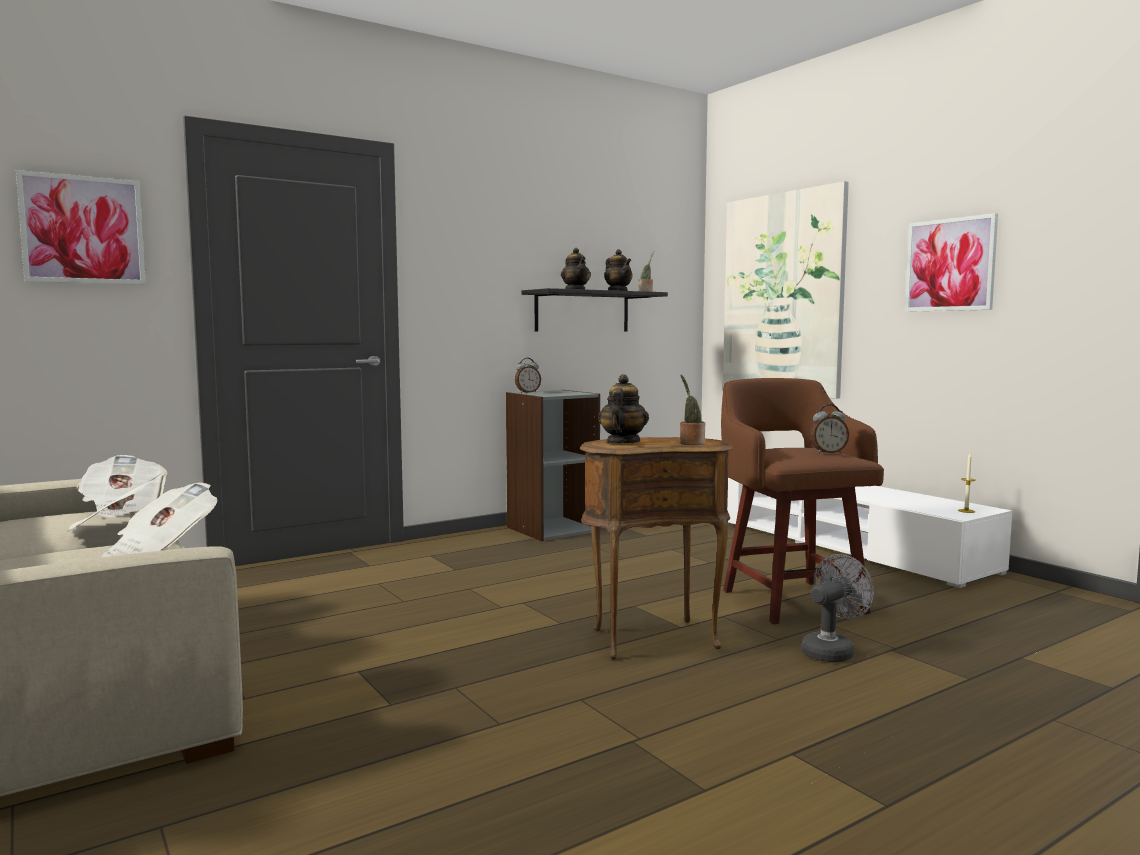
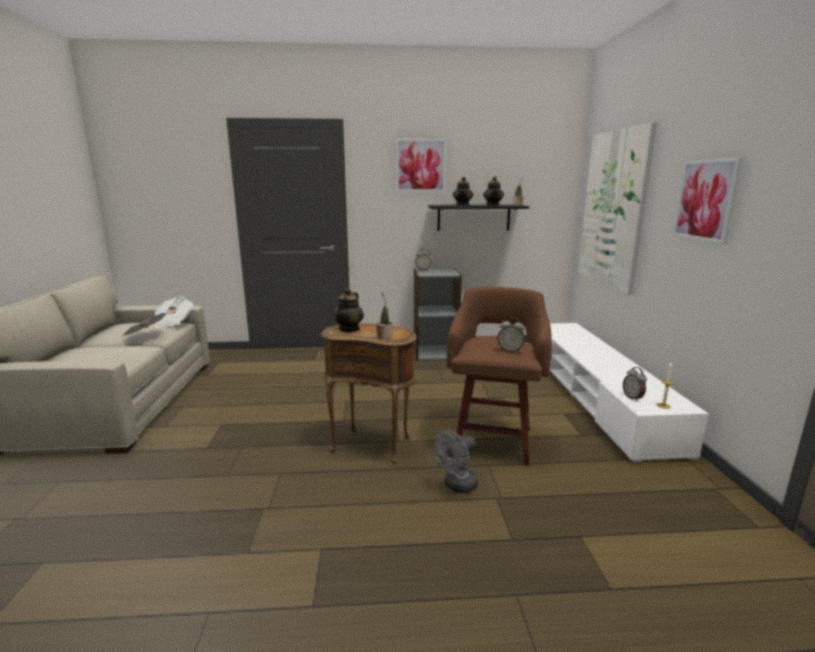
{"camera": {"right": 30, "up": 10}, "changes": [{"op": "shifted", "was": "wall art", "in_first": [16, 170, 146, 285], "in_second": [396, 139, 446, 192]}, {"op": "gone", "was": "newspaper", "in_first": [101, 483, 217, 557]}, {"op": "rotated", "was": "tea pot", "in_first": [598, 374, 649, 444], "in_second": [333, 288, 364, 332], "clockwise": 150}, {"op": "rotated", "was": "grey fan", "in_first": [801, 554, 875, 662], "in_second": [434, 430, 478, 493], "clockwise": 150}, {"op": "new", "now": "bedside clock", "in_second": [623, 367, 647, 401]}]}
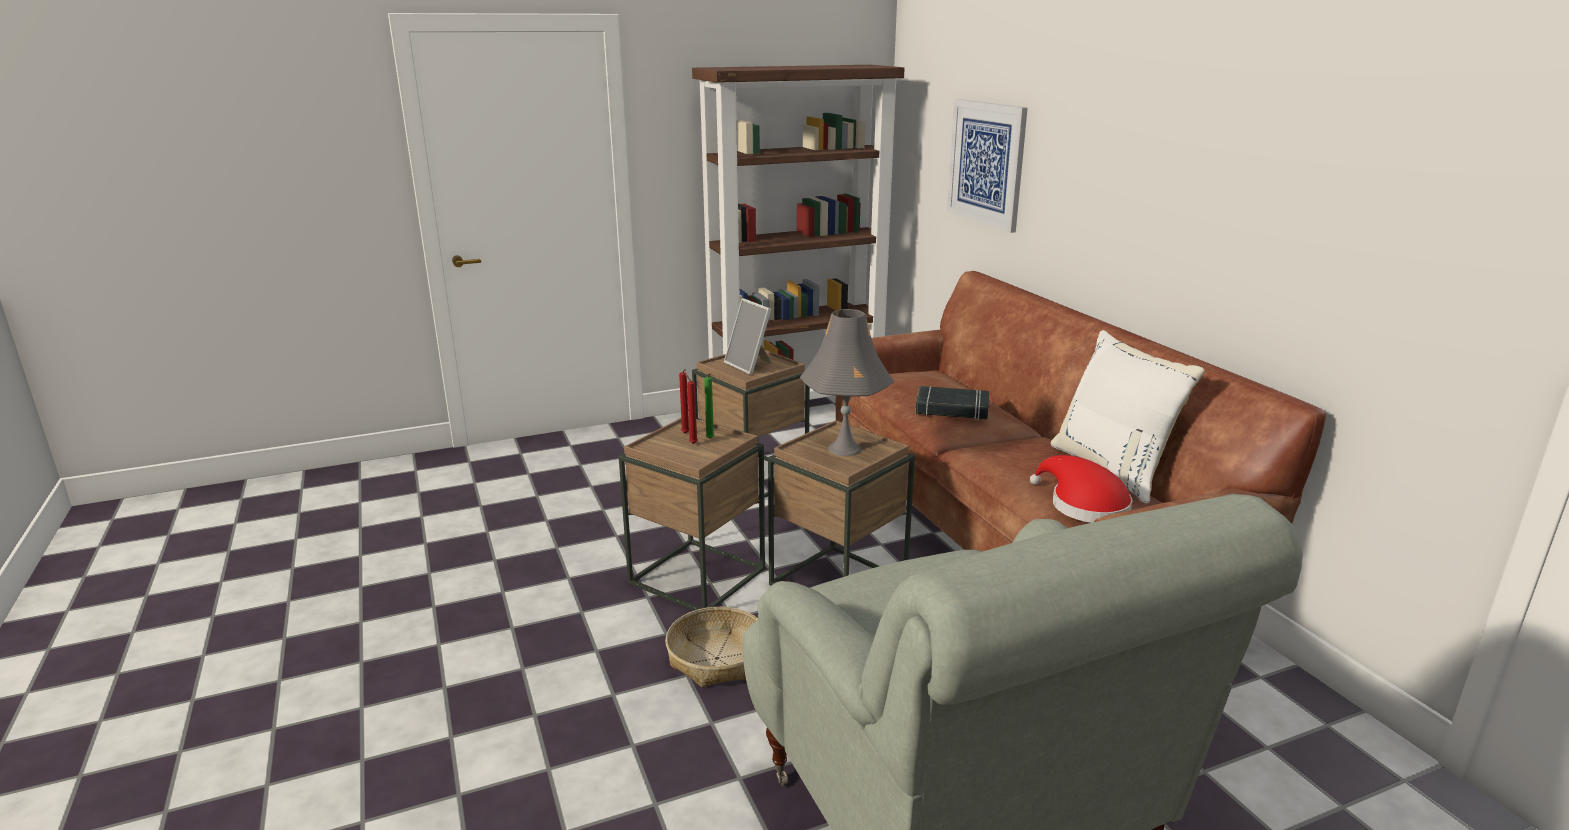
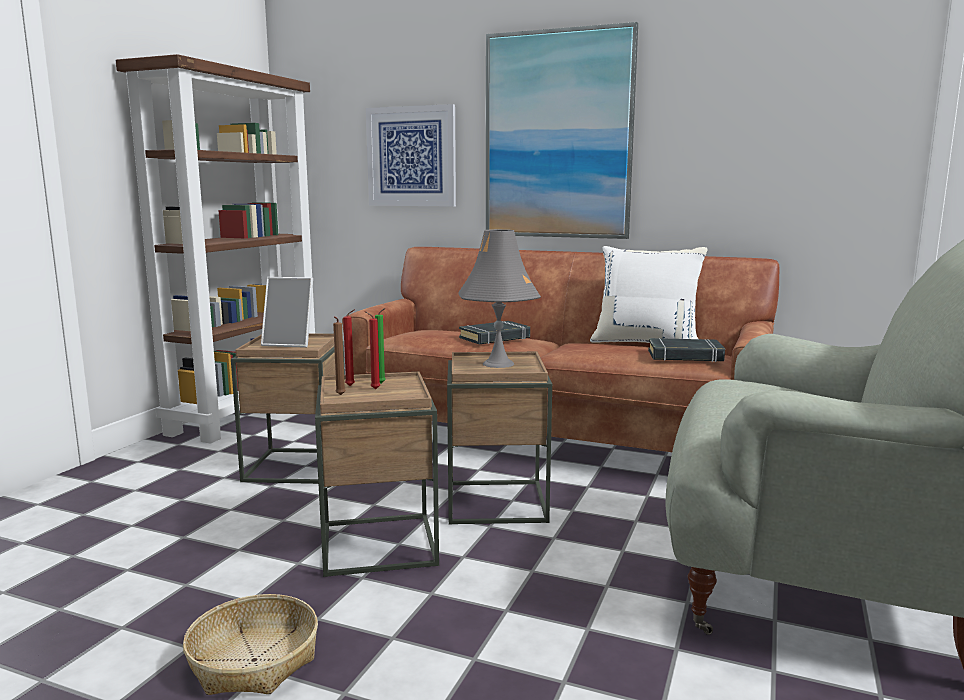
{"camera": {"right": -45, "up": -10}, "changes": [{"op": "shifted", "was": "basket", "in_first": [665, 607, 758, 688], "in_second": [183, 594, 318, 695]}, {"op": "swapped", "was": "red-coloured clothing hat", "now": "black-coloured book", "in_first": [1030, 455, 1133, 523], "in_second": [648, 338, 725, 362]}, {"op": "new", "now": "brown-coloured wax candle", "in_second": [333, 316, 346, 395]}, {"op": "new", "now": "wall art", "in_second": [486, 22, 638, 239]}]}
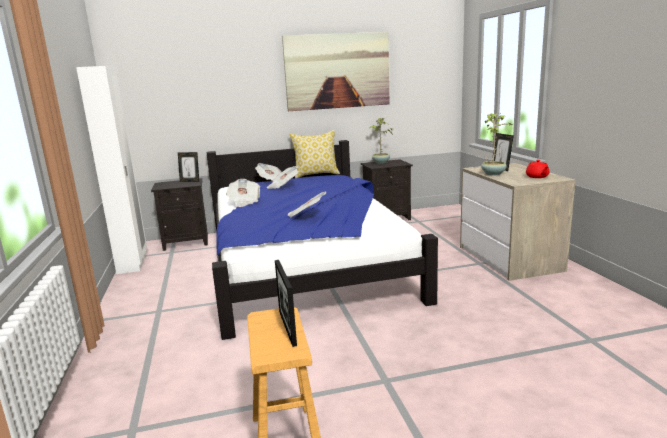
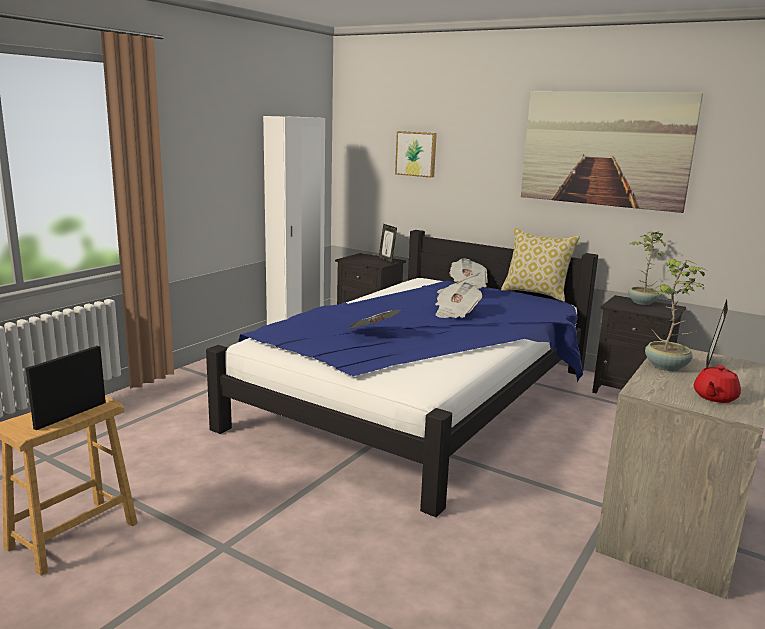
{"camera": {"right": 45, "up": 0}, "changes": [{"op": "shifted", "was": "newspaper", "in_first": [226, 179, 260, 207], "in_second": [435, 282, 482, 318]}, {"op": "new", "now": "wall art", "in_second": [395, 131, 437, 178]}]}
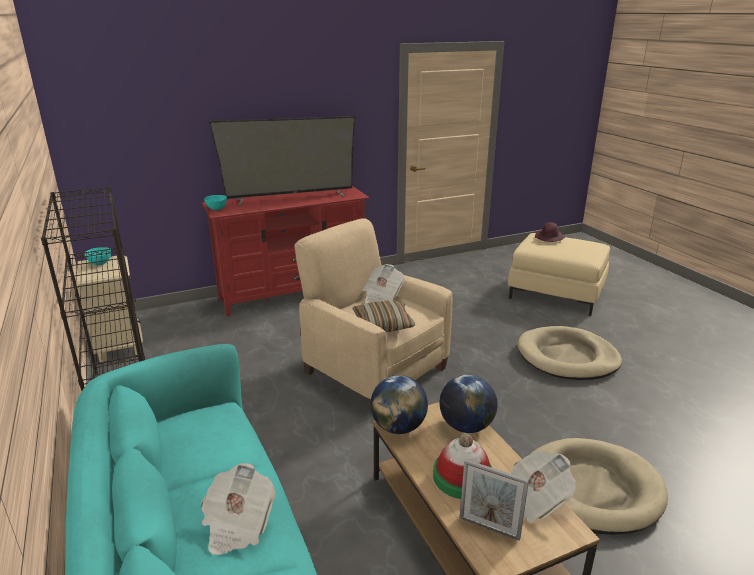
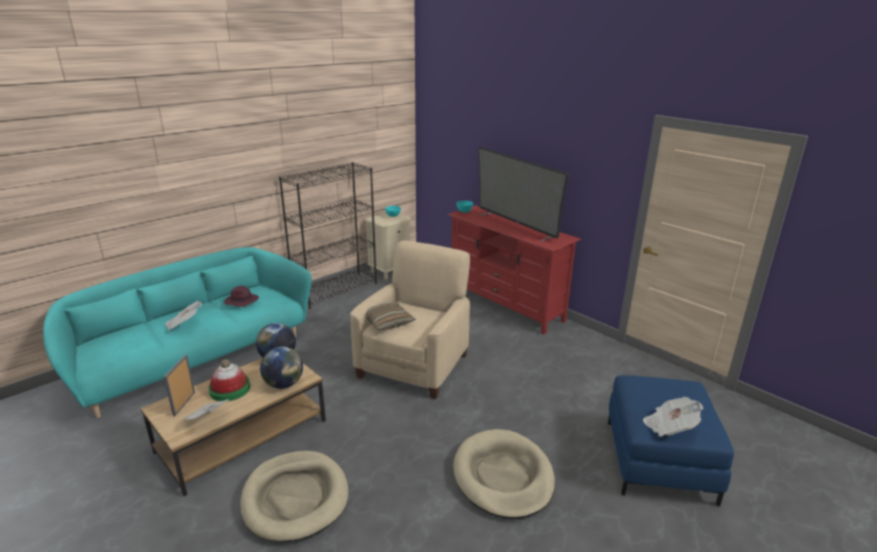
{"camera": {"right": 70, "up": 0}, "changes": [{"op": "shifted", "was": "newspaper", "in_first": [363, 264, 405, 303], "in_second": [643, 397, 703, 437]}, {"op": "repainted", "was": "beige ottoman", "now": "bluish ottoman", "in_first": [508, 233, 610, 316], "in_second": [608, 375, 734, 506]}, {"op": "shifted", "was": "purple clothing hat", "in_first": [535, 222, 565, 242], "in_second": [224, 286, 259, 307]}]}
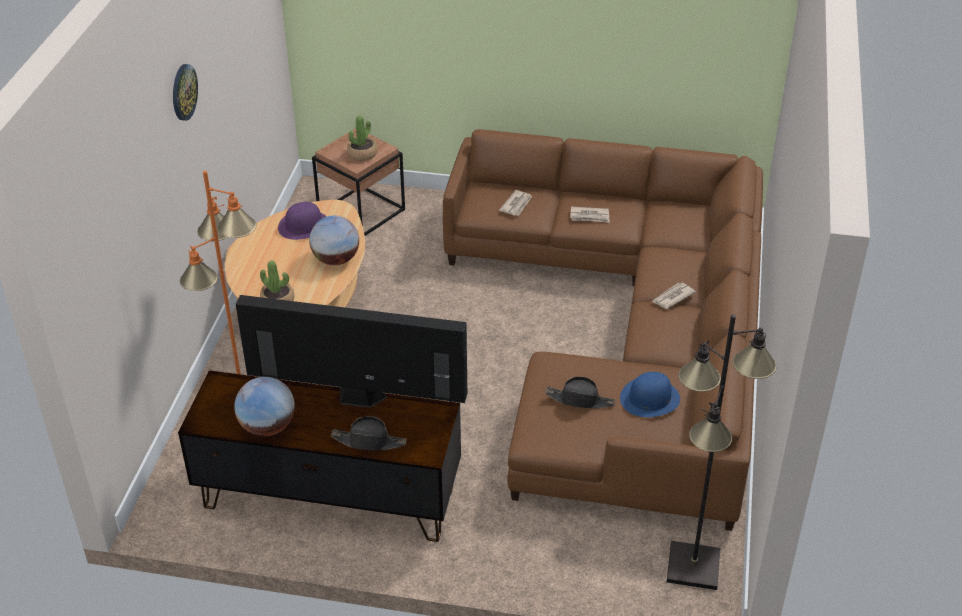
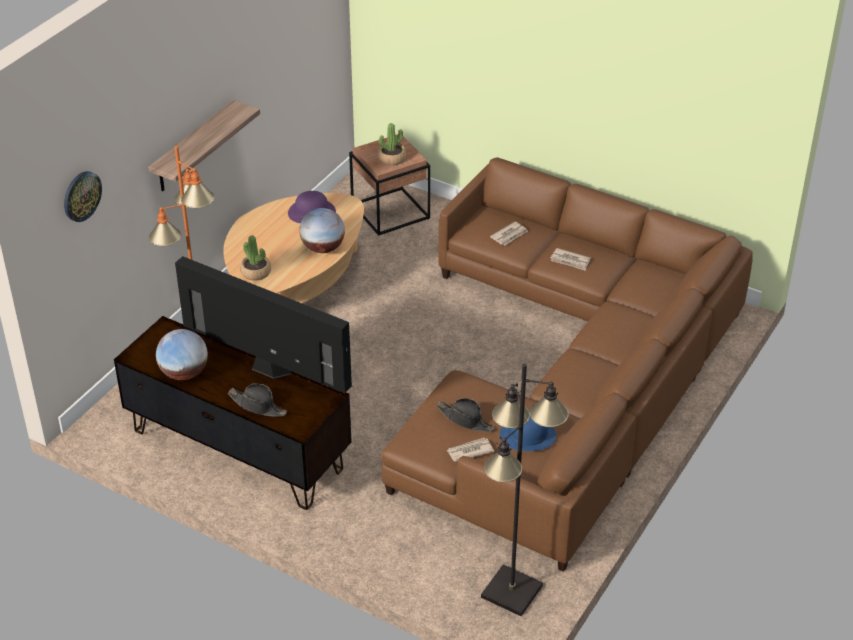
{"camera": {"right": 20, "up": 0}, "changes": [{"op": "shifted", "was": "wall clock", "in_first": [173, 64, 198, 121], "in_second": [64, 171, 102, 222]}, {"op": "shifted", "was": "newspaper", "in_first": [652, 283, 696, 309], "in_second": [446, 438, 494, 462]}, {"op": "new", "now": "bracket shelf", "in_second": [148, 100, 260, 192]}]}
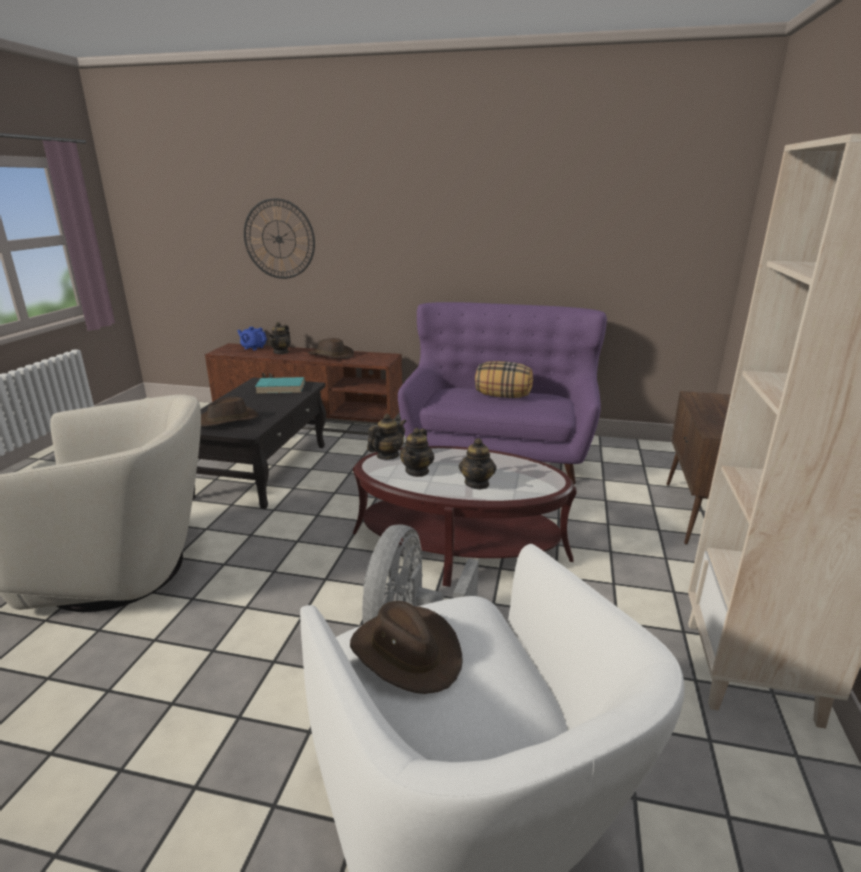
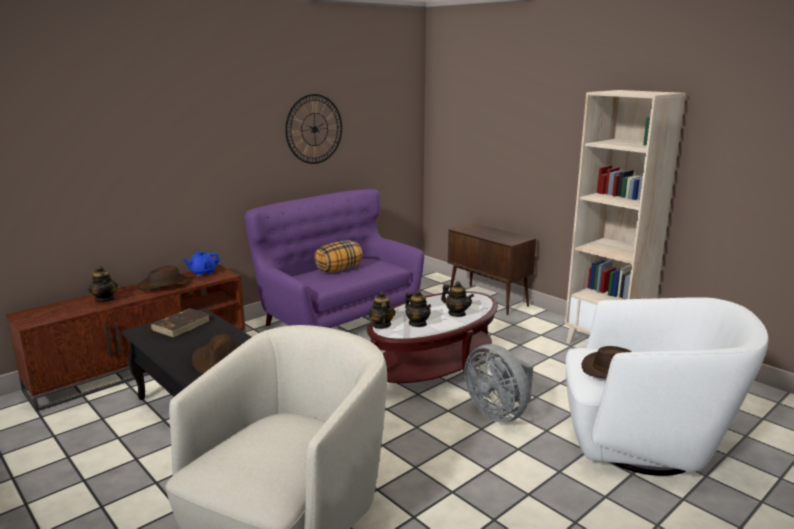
{"camera": {"right": -55, "up": -5}, "changes": [{"op": "shifted", "was": "bluish tea pot", "in_first": [237, 327, 267, 350], "in_second": [183, 251, 220, 276]}, {"op": "shifted", "was": "wall clock", "in_first": [244, 198, 315, 279], "in_second": [285, 94, 342, 164]}, {"op": "repainted", "was": "turquoise-coloured book", "now": "brown-coloured book", "in_first": [255, 377, 305, 394], "in_second": [150, 308, 210, 338]}]}
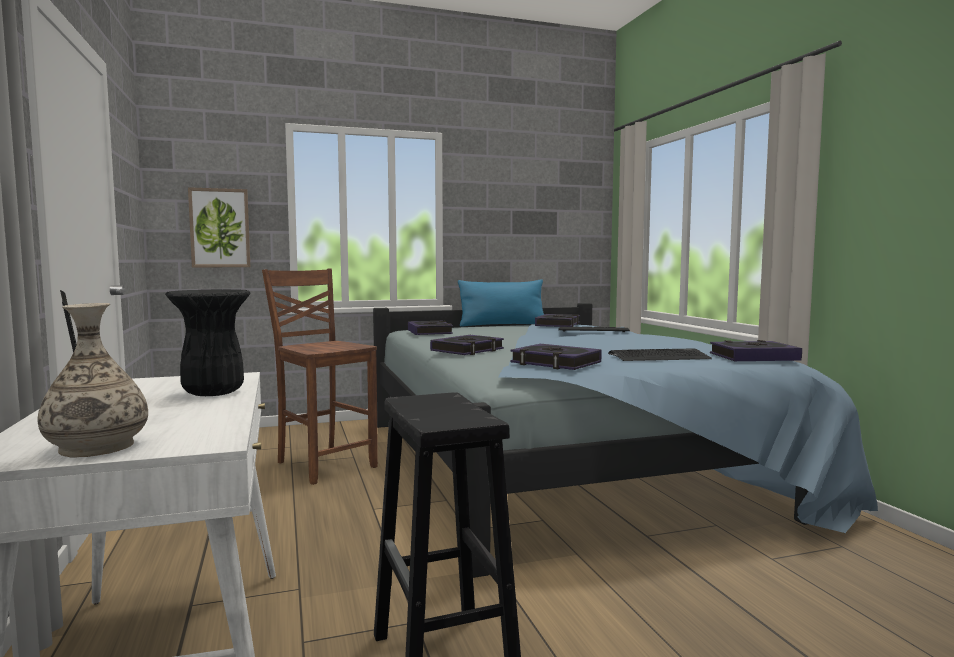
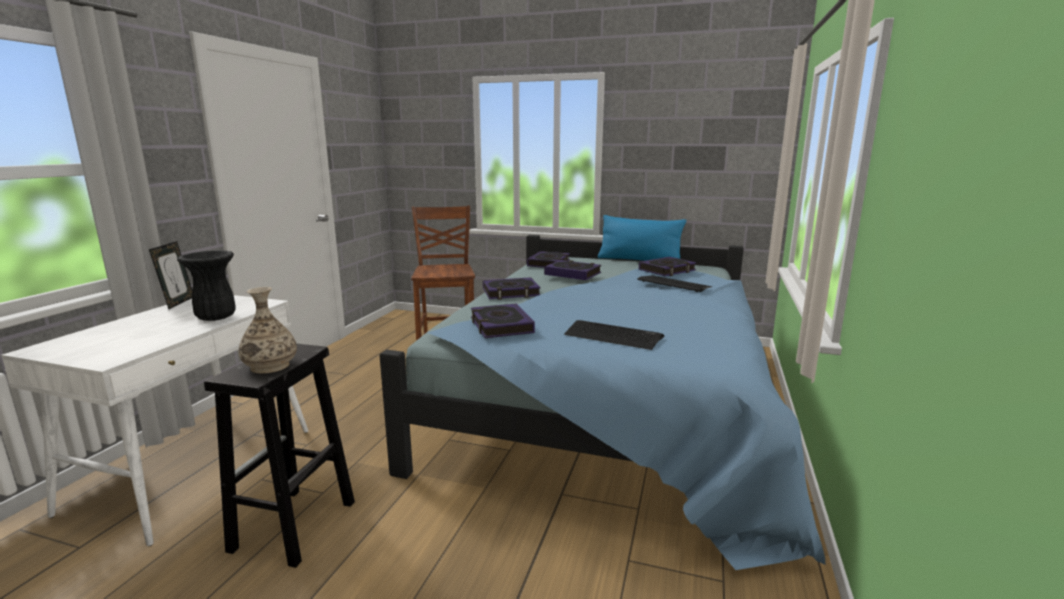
{"camera": {"right": 35, "up": 10}, "changes": [{"op": "shifted", "was": "flower vase", "in_first": [37, 303, 148, 457], "in_second": [239, 287, 297, 373]}, {"op": "gone", "was": "wall art", "in_first": [188, 187, 250, 267]}, {"op": "shifted", "was": "book", "in_first": [710, 340, 802, 361], "in_second": [544, 260, 601, 280]}]}
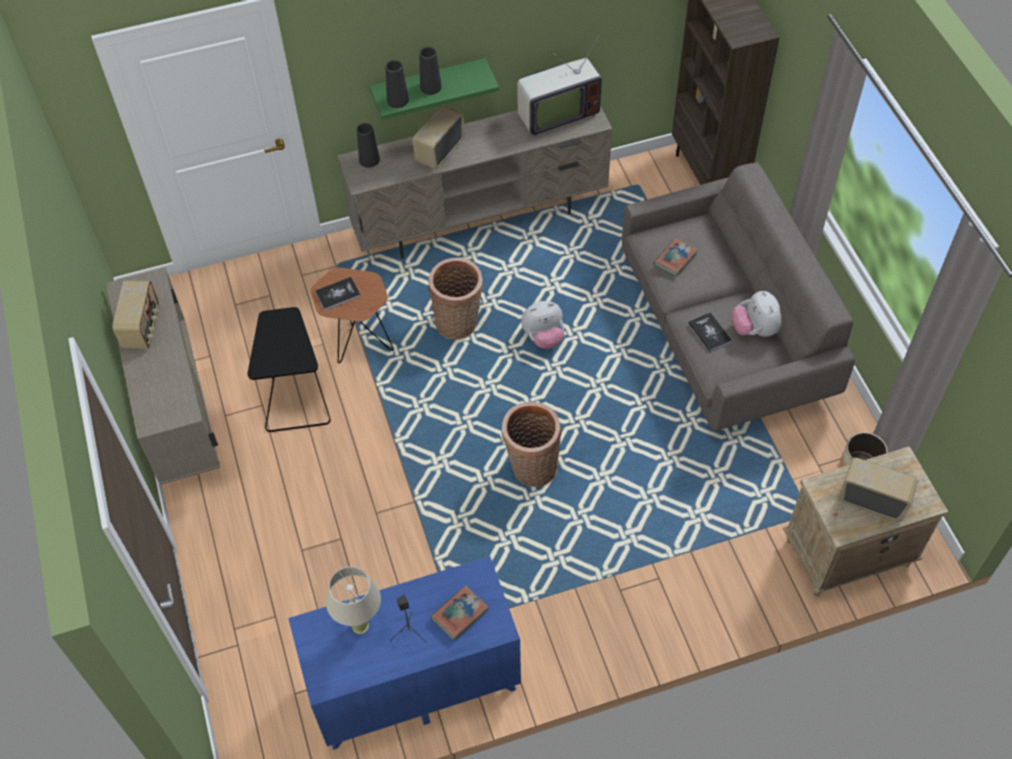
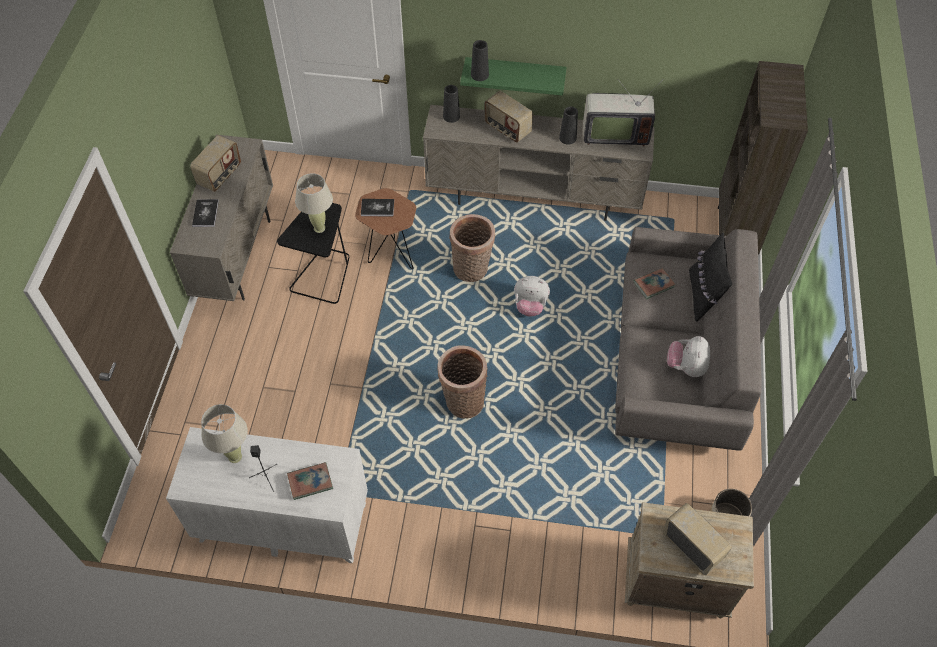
{"camera": {"right": 25, "up": 0}, "changes": [{"op": "repainted", "was": "bluish chest of drawers", "now": "white chest of drawers", "in_first": [288, 556, 521, 750], "in_second": [166, 427, 368, 563]}, {"op": "rotated", "was": "radio", "in_first": [412, 105, 465, 170], "in_second": [485, 91, 533, 143], "clockwise": -105}, {"op": "shifted", "was": "black-coloured flower vase", "in_first": [419, 47, 442, 95], "in_second": [559, 107, 578, 145]}, {"op": "shifted", "was": "book", "in_first": [688, 312, 732, 352], "in_second": [192, 199, 219, 227]}, {"op": "new", "now": "beige tabletop lamp", "in_second": [295, 173, 333, 233]}, {"op": "new", "now": "black-coloured cushion", "in_second": [689, 233, 733, 322]}]}
